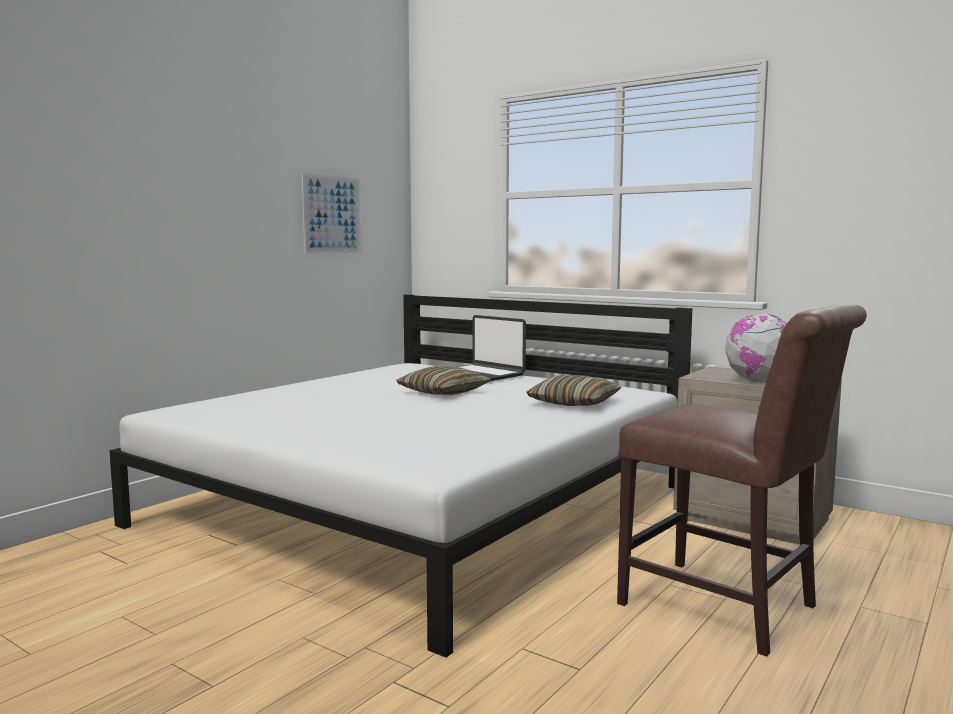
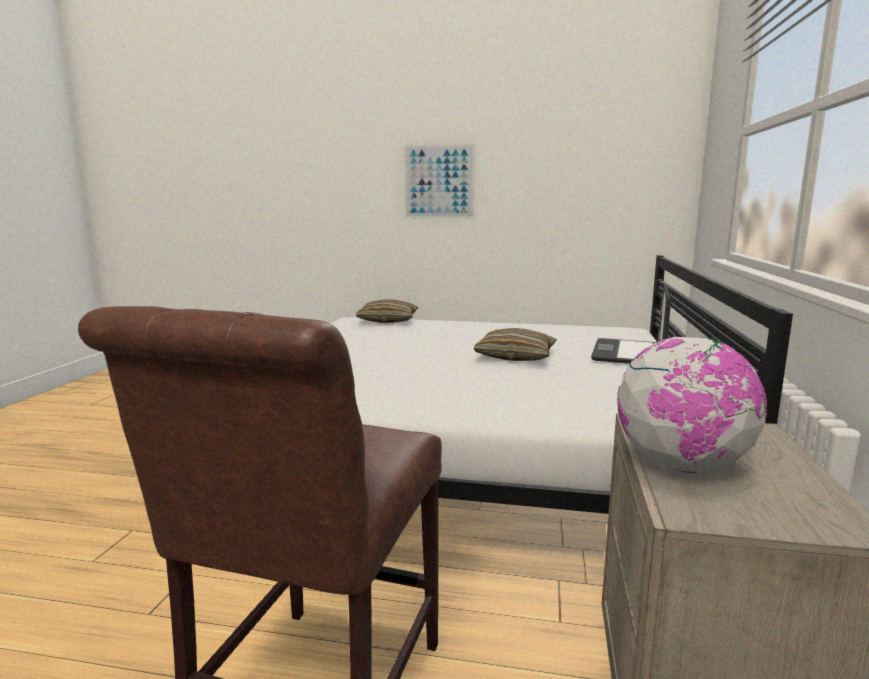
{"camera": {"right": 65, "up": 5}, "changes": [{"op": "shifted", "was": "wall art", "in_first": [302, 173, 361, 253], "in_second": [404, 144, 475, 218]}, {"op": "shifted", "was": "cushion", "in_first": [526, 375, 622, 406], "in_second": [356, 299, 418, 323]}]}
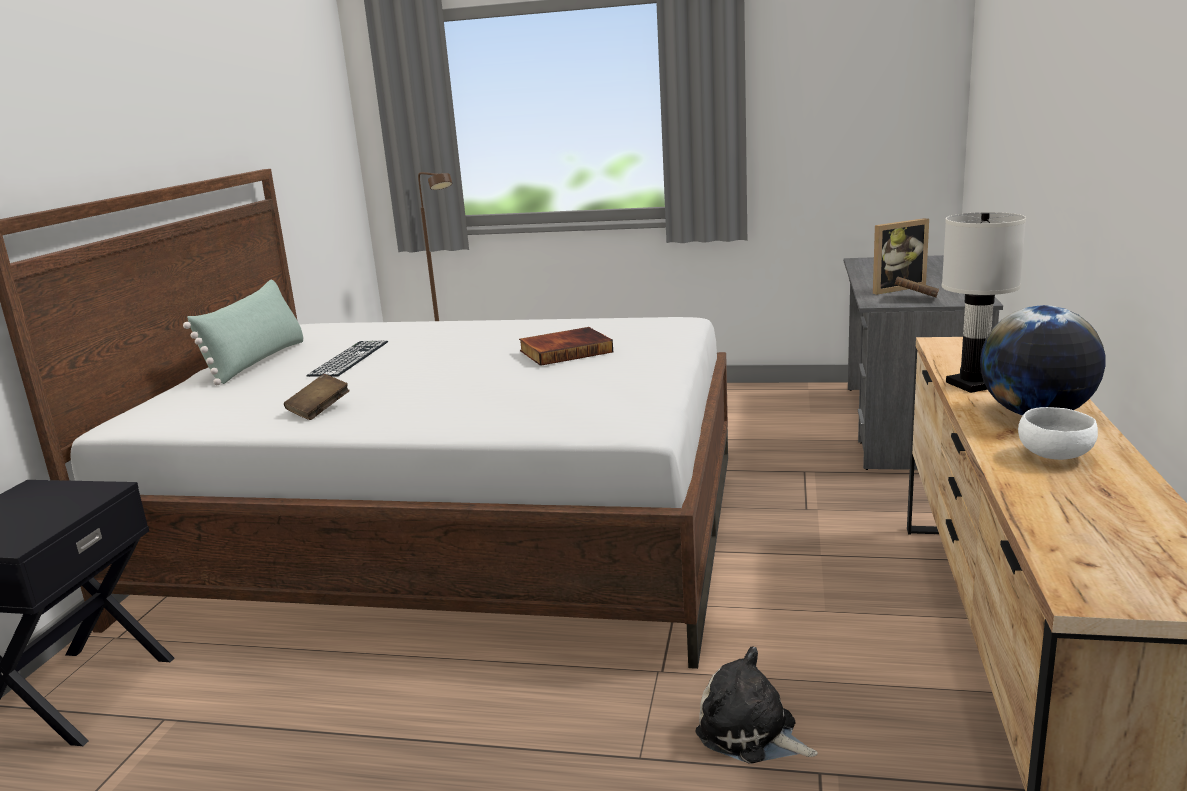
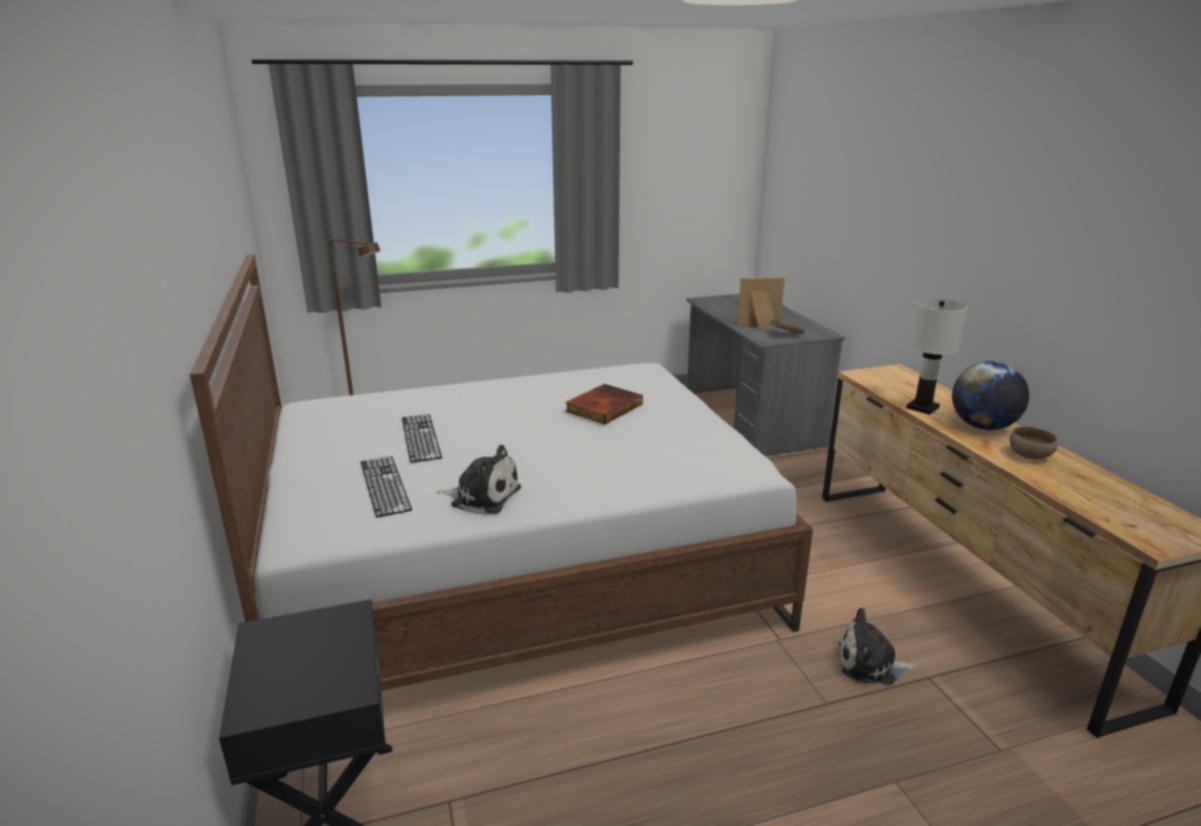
{"camera": {"right": -30, "up": 5}, "changes": [{"op": "gone", "was": "green-coloured cushion", "in_first": [183, 279, 304, 385]}, {"op": "swapped", "was": "brown-coloured book", "now": "plush toy", "in_first": [284, 374, 350, 420], "in_second": [437, 445, 521, 514]}, {"op": "rotated", "was": "standing frame", "in_first": [873, 218, 929, 295], "in_second": [737, 277, 785, 328], "clockwise": -135}, {"op": "repainted", "was": "white bowl", "now": "brown-coloured bowl", "in_first": [1018, 407, 1098, 460], "in_second": [1009, 426, 1058, 459]}, {"op": "new", "now": "keyboard", "in_second": [361, 456, 412, 518]}]}
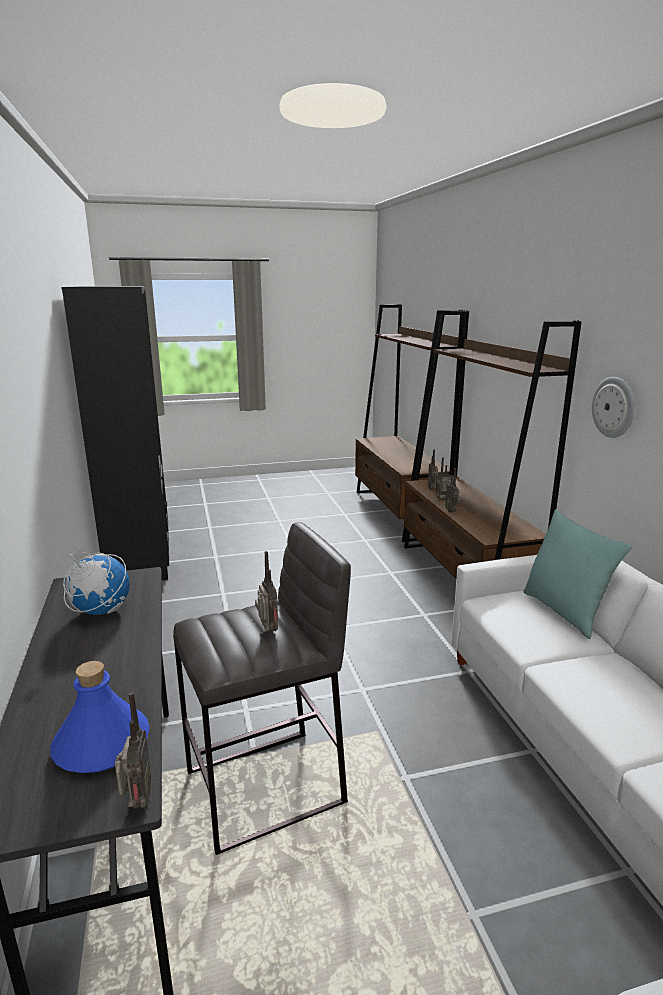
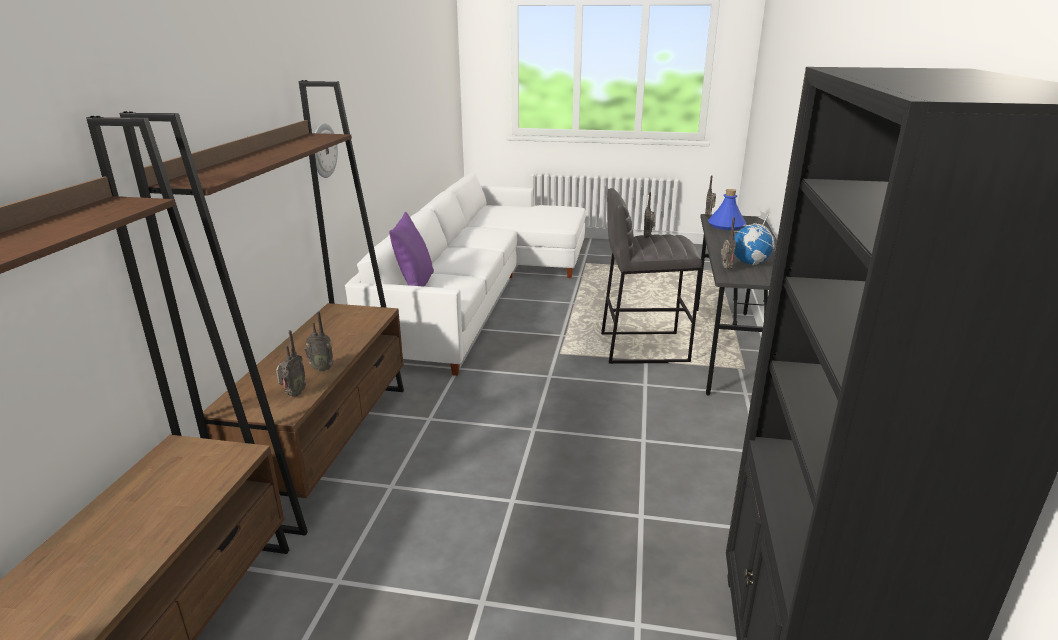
{"camera": {"right": -155, "up": 5}, "changes": [{"op": "shifted", "was": "radio", "in_first": [445, 468, 461, 513], "in_second": [721, 217, 736, 270]}, {"op": "repainted", "was": "turquoise-coloured cushion", "now": "purple cushion", "in_first": [523, 509, 632, 639], "in_second": [389, 212, 434, 287]}]}
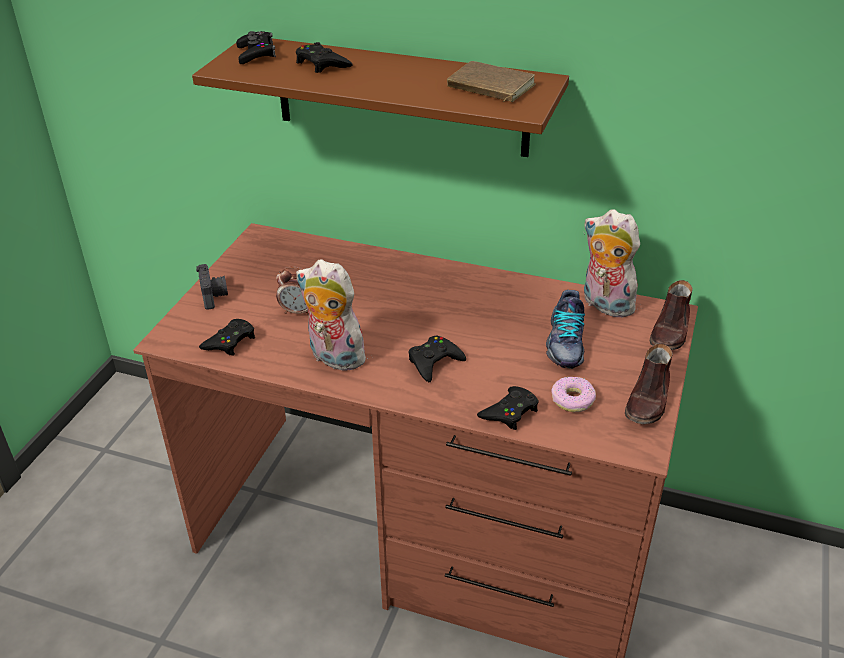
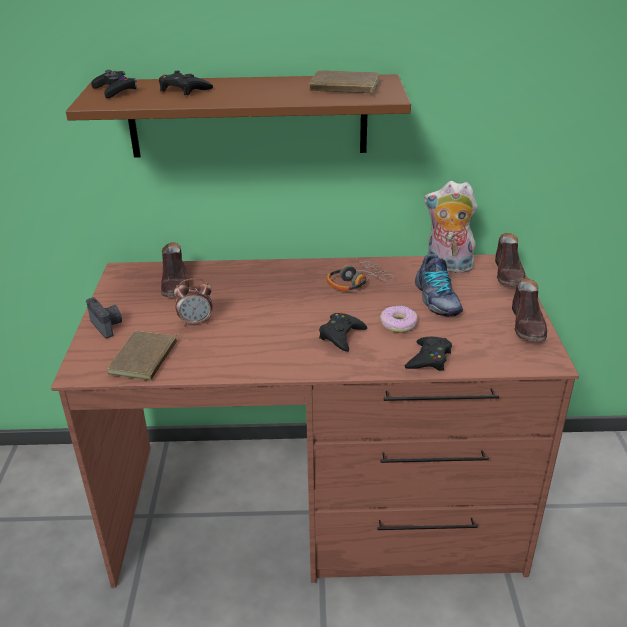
{"camera": {"right": -20, "up": -5}, "changes": [{"op": "swapped", "was": "black-coloured game controller", "now": "brown-coloured book", "in_first": [199, 319, 255, 356], "in_second": [107, 331, 190, 381]}, {"op": "gone", "was": "plush toy", "in_first": [296, 259, 368, 371]}, {"op": "shifted", "was": "ring doughnut", "in_first": [551, 377, 596, 412], "in_second": [380, 306, 418, 333]}, {"op": "new", "now": "brown-coloured item of footwear", "in_second": [161, 242, 190, 297]}, {"op": "new", "now": "headset", "in_second": [327, 260, 394, 291]}]}
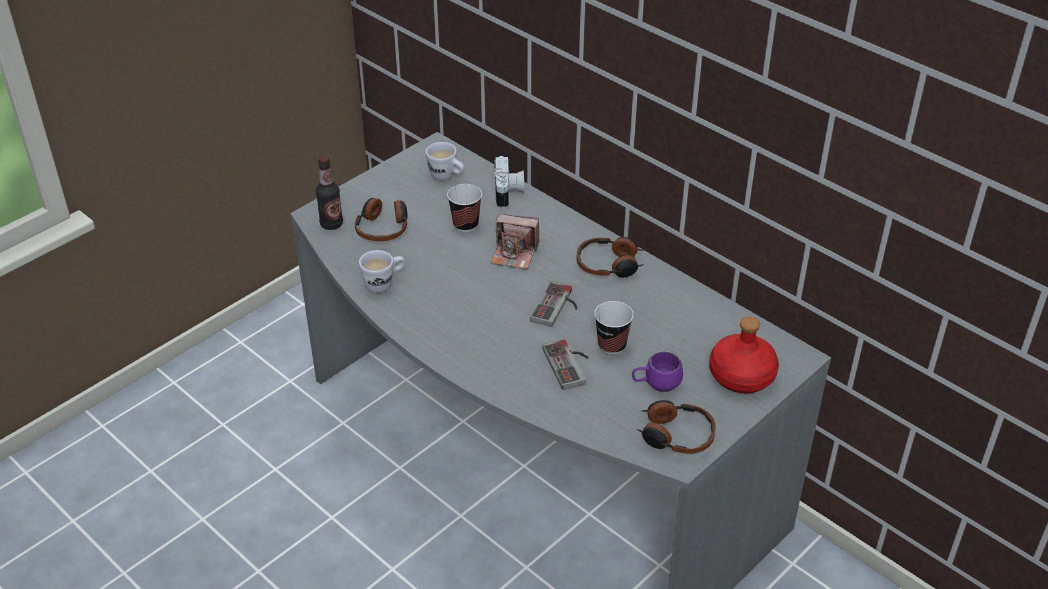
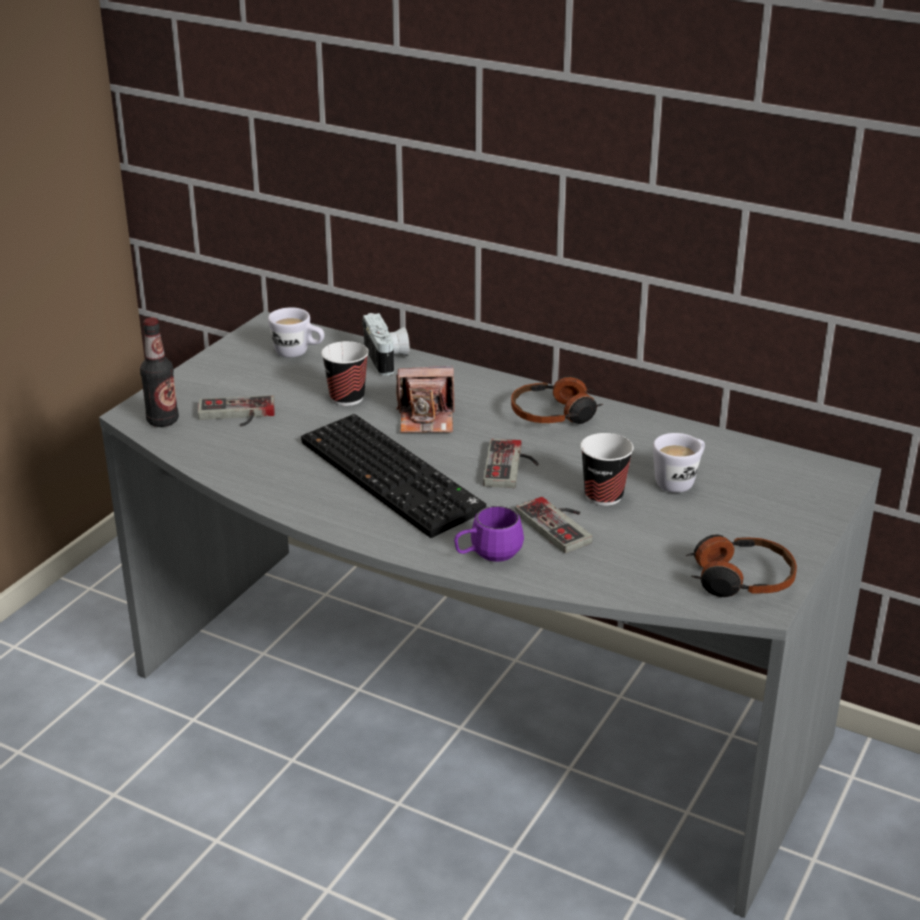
{"camera": {"right": -15, "up": -10}, "changes": [{"op": "swapped", "was": "headset", "now": "game controller", "in_first": [355, 198, 408, 241], "in_second": [198, 395, 275, 426]}, {"op": "shifted", "was": "white coffee mug", "in_first": [359, 250, 405, 293], "in_second": [653, 433, 705, 493]}, {"op": "shifted", "was": "purple coffee mug", "in_first": [632, 351, 683, 392], "in_second": [454, 506, 524, 562]}, {"op": "gone", "was": "red-coloured bottle", "in_first": [709, 317, 779, 393]}, {"op": "new", "now": "keyboard", "in_second": [301, 414, 486, 538]}]}
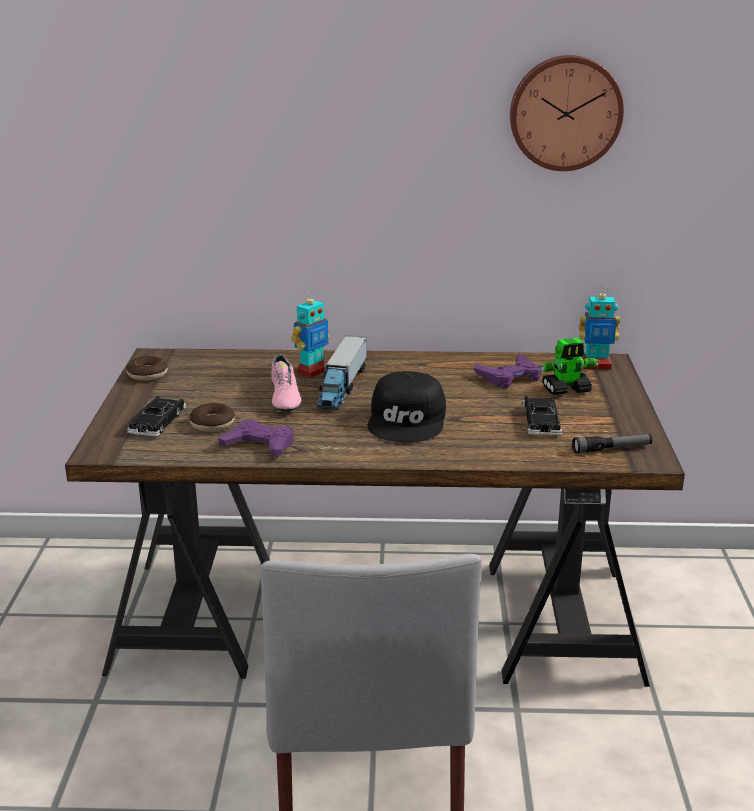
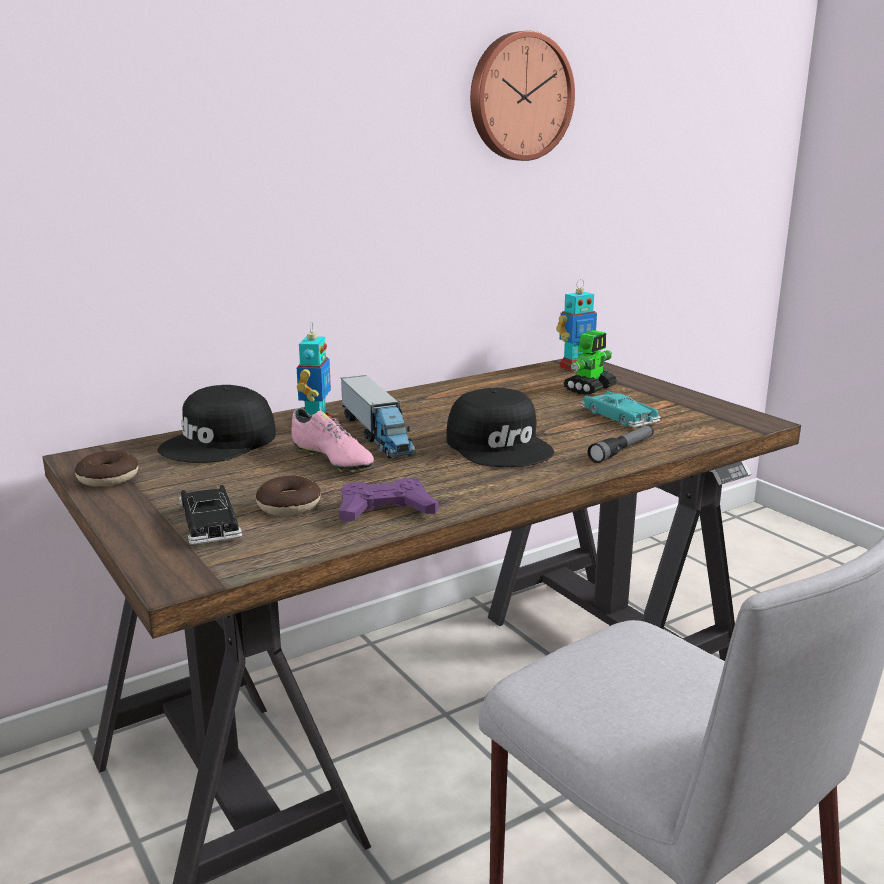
{"camera": {"right": -35, "up": -5}, "changes": [{"op": "gone", "was": "purple game controller", "in_first": [475, 353, 541, 388]}, {"op": "repainted", "was": "black-coloured toy car", "now": "turquoise-coloured toy car", "in_first": [523, 396, 562, 436], "in_second": [581, 391, 661, 428]}, {"op": "shifted", "was": "hand torch", "in_first": [572, 434, 652, 454], "in_second": [588, 425, 654, 463]}, {"op": "new", "now": "black-coloured peaked cap", "in_second": [157, 385, 276, 463]}]}
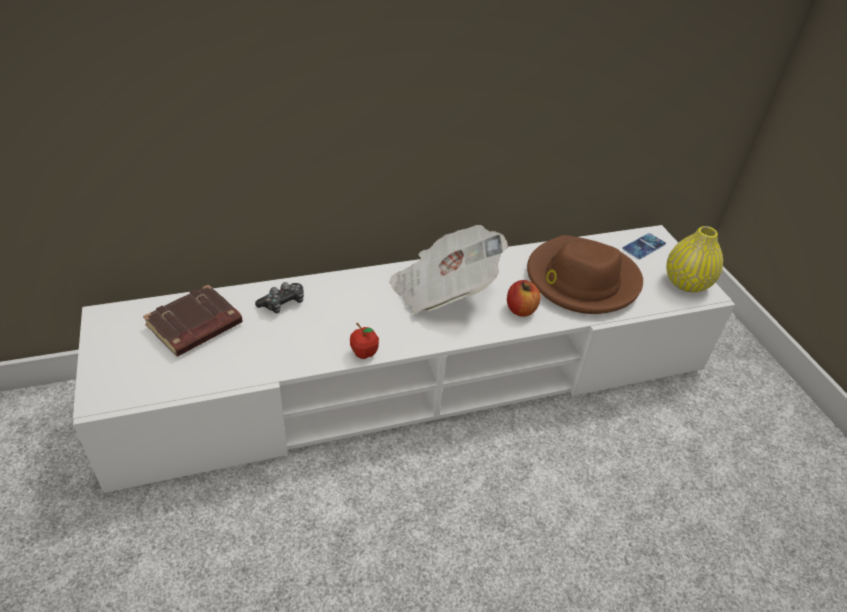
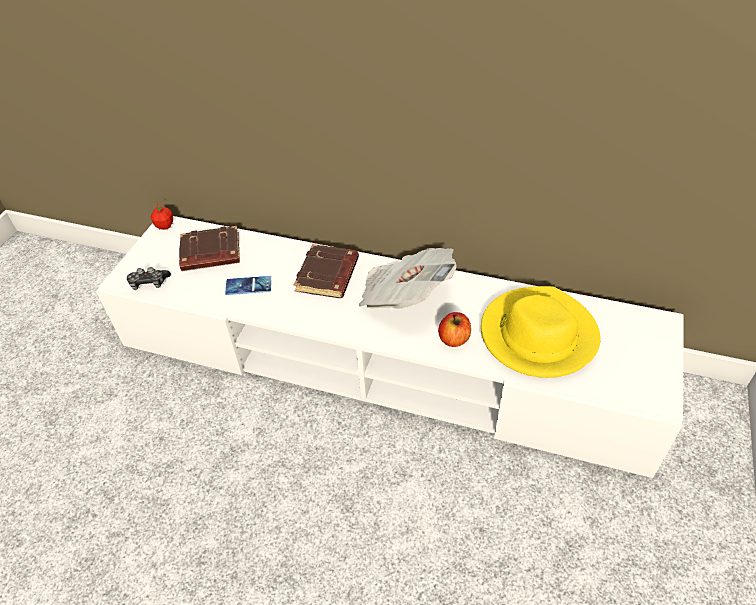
{"camera": {"right": 40, "up": 5}, "changes": [{"op": "shifted", "was": "game controller", "in_first": [255, 282, 304, 314], "in_second": [127, 267, 171, 290]}, {"op": "shifted", "was": "apple", "in_first": [350, 323, 379, 359], "in_second": [151, 201, 173, 230]}, {"op": "repainted", "was": "brown-coloured clothing hat", "now": "yellow-coloured clothing hat", "in_first": [527, 235, 643, 314], "in_second": [481, 286, 600, 378]}, {"op": "shifted", "was": "handset", "in_first": [622, 233, 666, 259], "in_second": [225, 276, 271, 295]}, {"op": "gone", "was": "yellow-coloured flower vase", "in_first": [666, 226, 723, 292]}, {"op": "new", "now": "brown-coloured book", "in_second": [293, 244, 359, 298]}]}
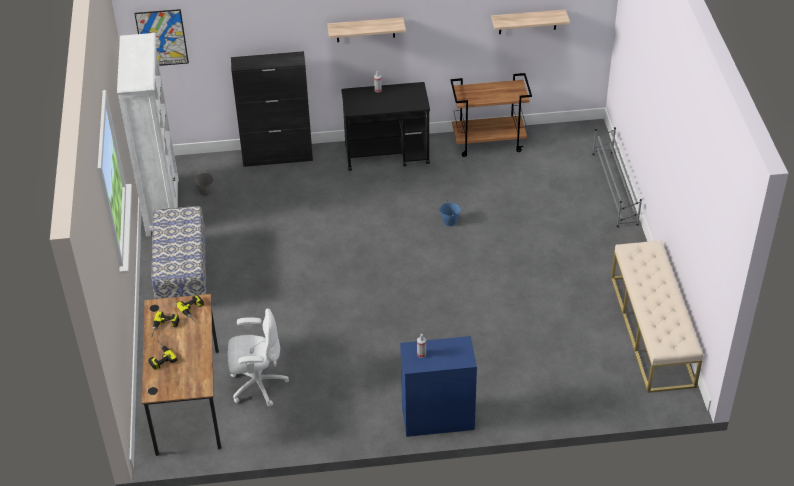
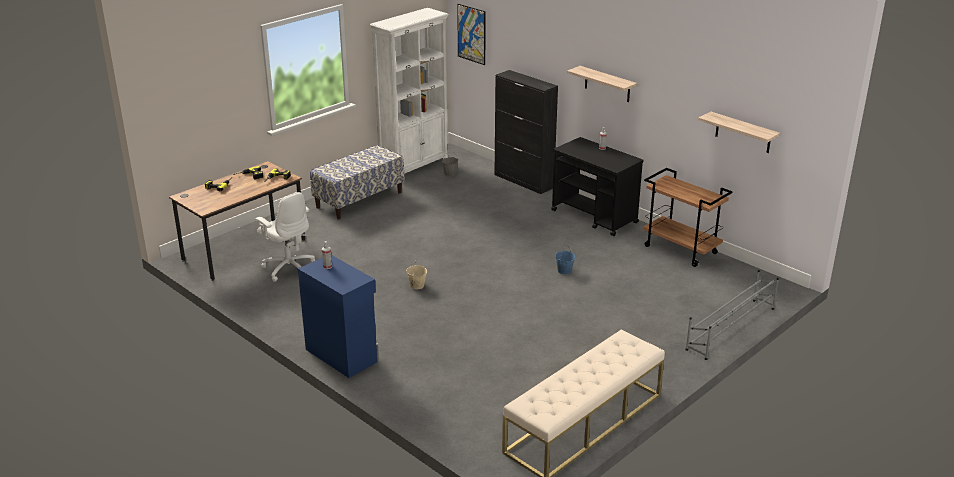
{"camera": {"right": 50, "up": -15}, "changes": [{"op": "new", "now": "beige pail", "in_second": [406, 261, 427, 289]}]}
